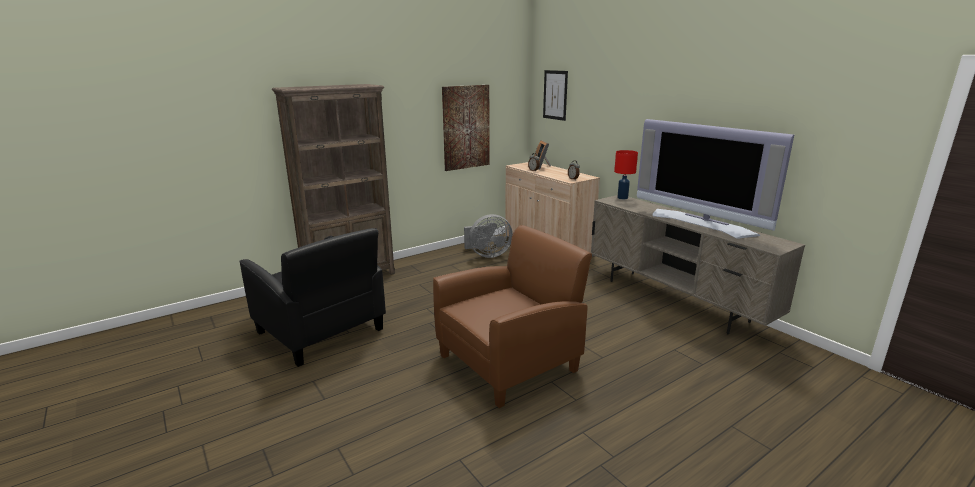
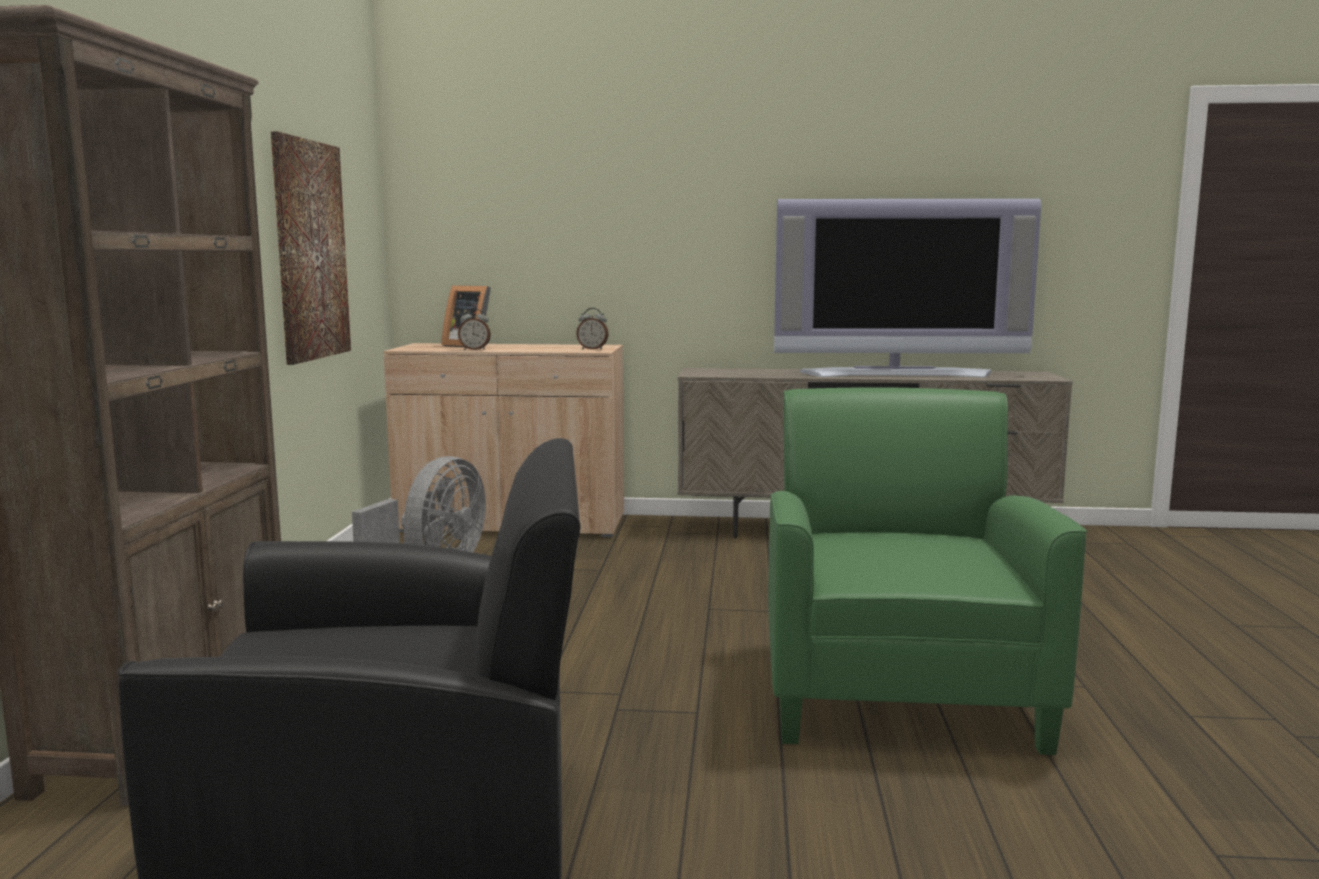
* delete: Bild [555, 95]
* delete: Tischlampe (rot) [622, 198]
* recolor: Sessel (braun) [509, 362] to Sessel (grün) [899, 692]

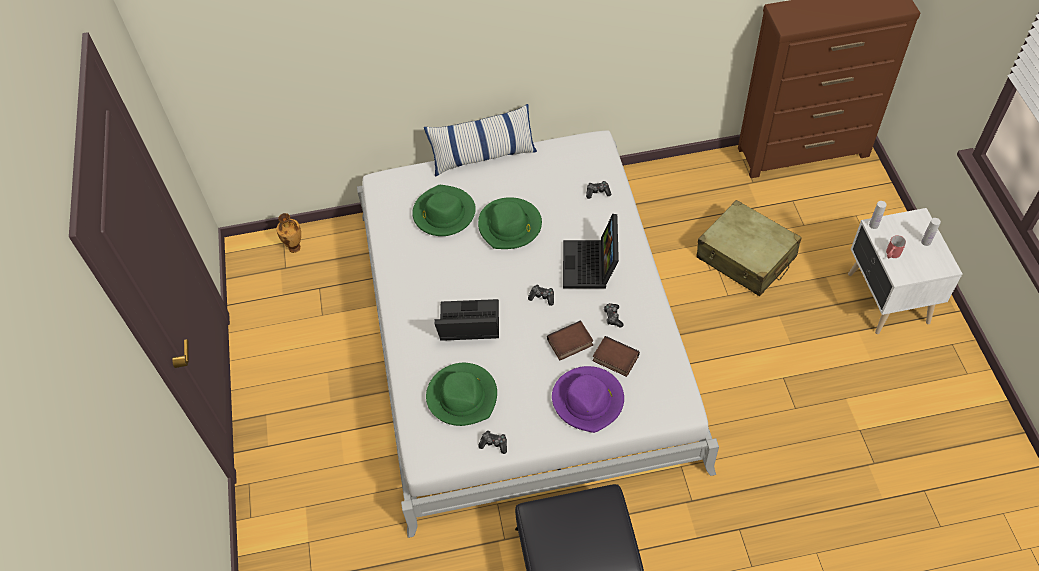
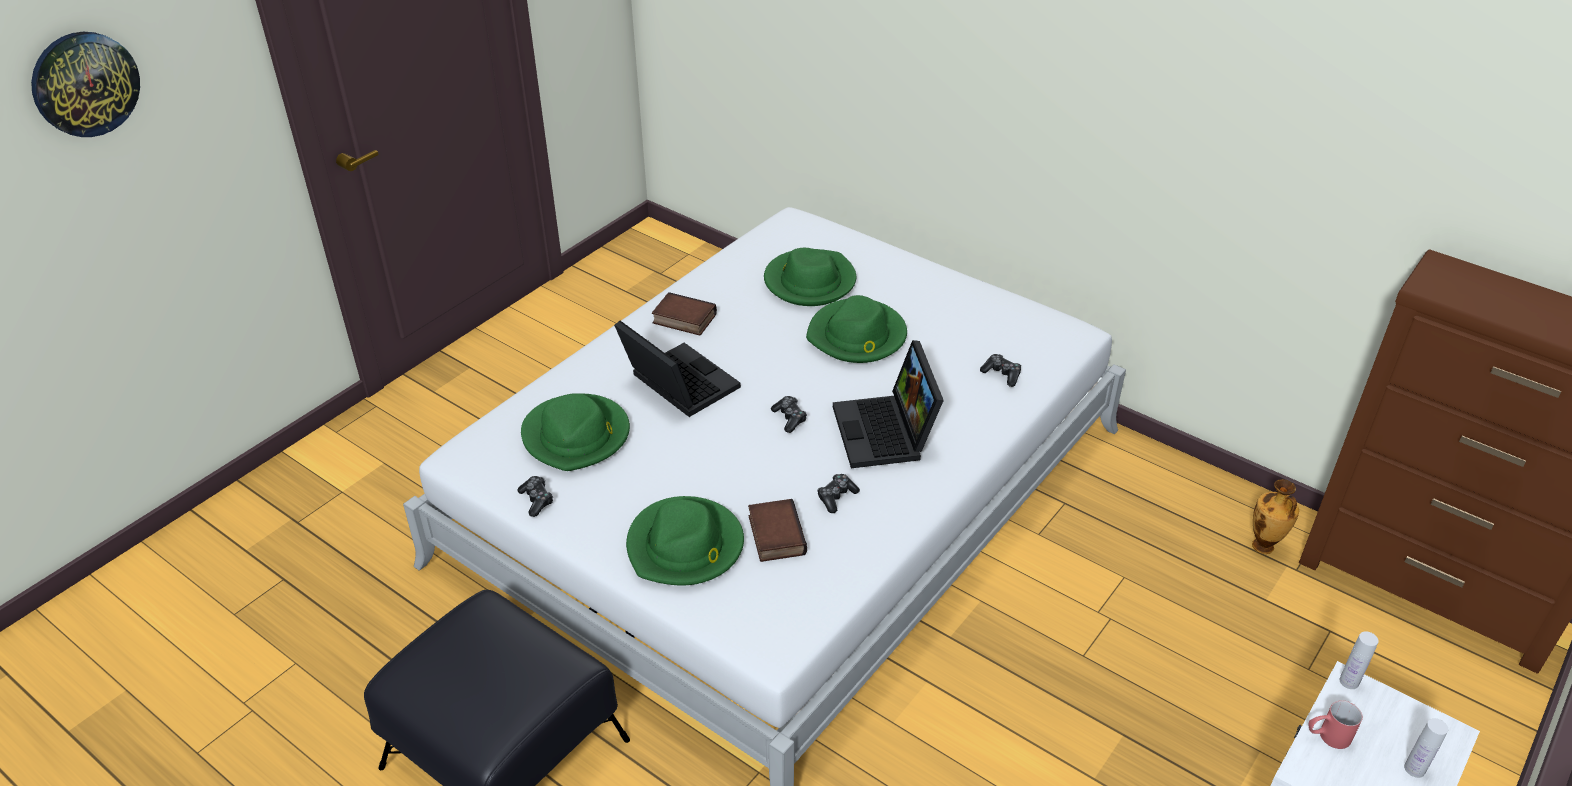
* delete: Kissen [483, 156]
* delete: Koffer (beige) [746, 257]
* move: Vase [295, 248] to [1263, 547]
* rotate: Laptop [591, 266] = [887, 433] 60 degrees counterclockwise
* move: Buch [570, 344] to [683, 319]
* recolor: Hut (lila) [588, 400] to Hut (grün) [685, 546]
* insert: Wanduhr [85, 84]

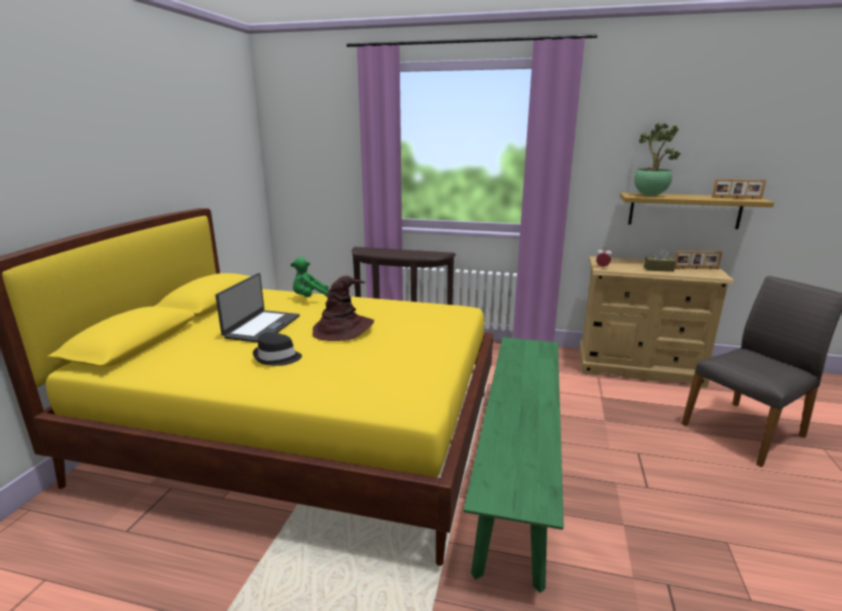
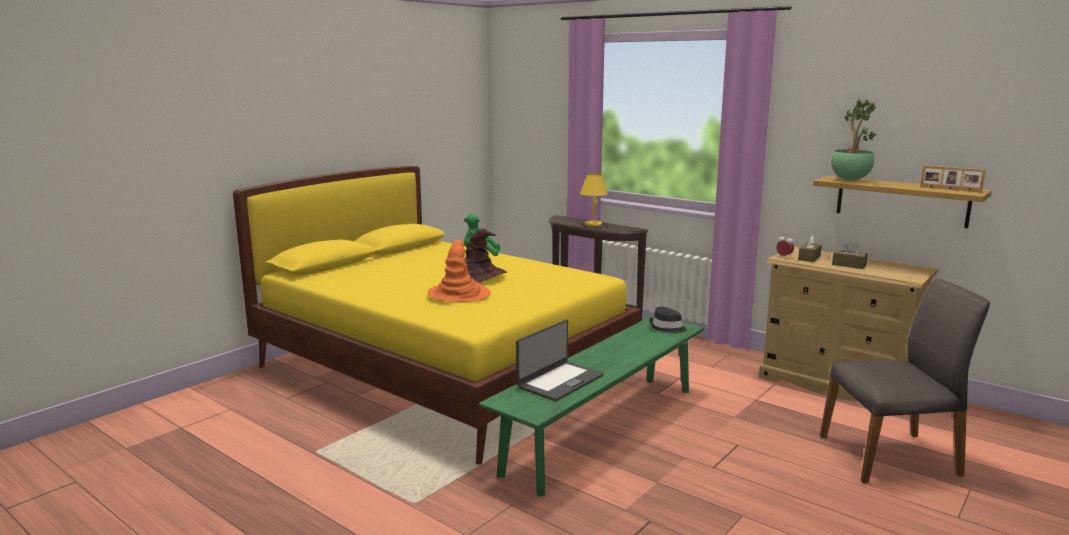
* delete: Bilderrahmen [696, 268]
* move: Laptop [261, 326] to [559, 381]
* move: Hut (schwarz) [277, 358] to [667, 328]
* insert: Tischlampe (gelb) [592, 224]
* insert: Taschentuchbox (braun) [809, 258]
* insert: Hut (orange) [459, 294]

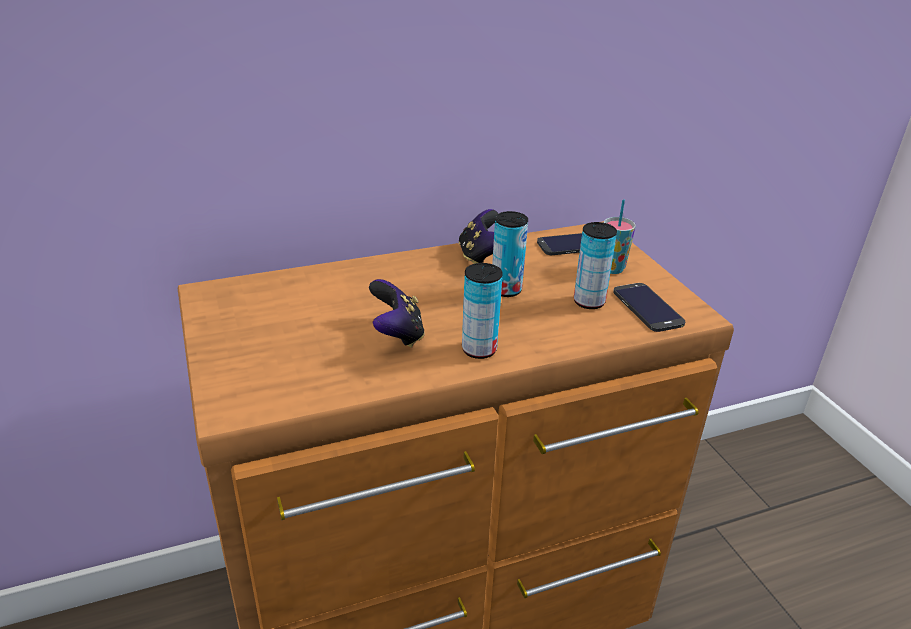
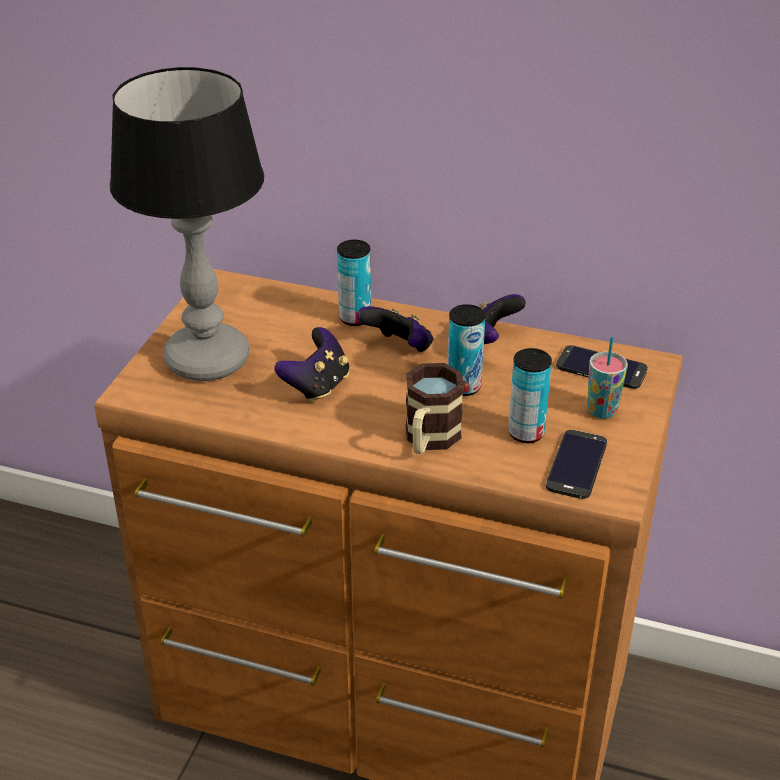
* move: Dose [479, 350] to [355, 318]
* insert: Tischlampe [205, 359]
* insert: Gamepad [399, 349]
* insert: Henkelbecher [429, 440]

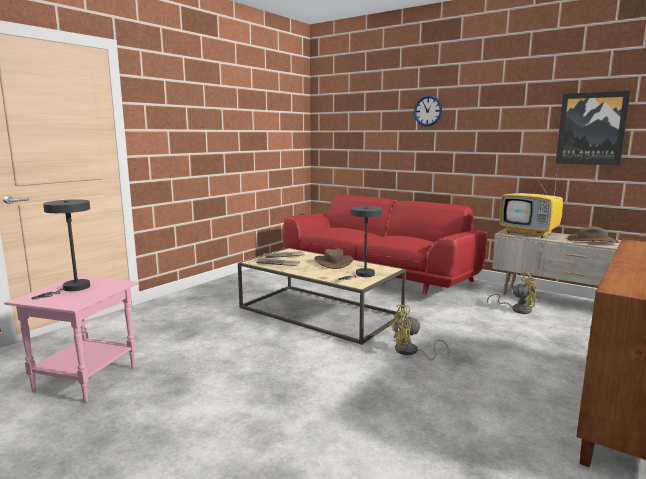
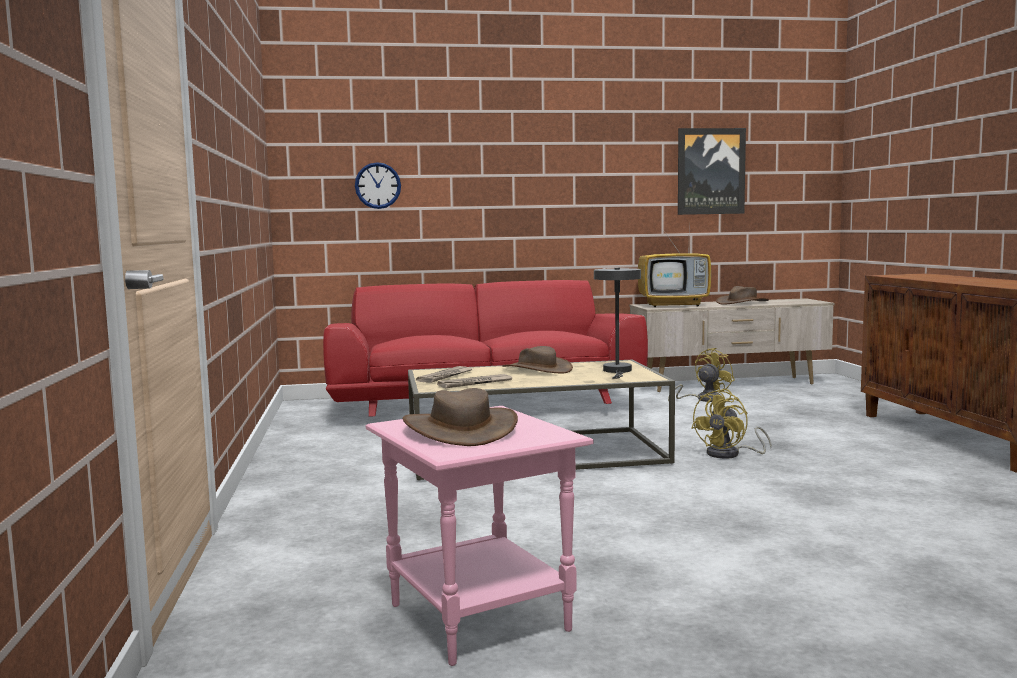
* move: Wanduhr [428, 111] to [378, 185]
* replace: Tischlampe (grau) [72, 288] to Hut (braun) [460, 429]

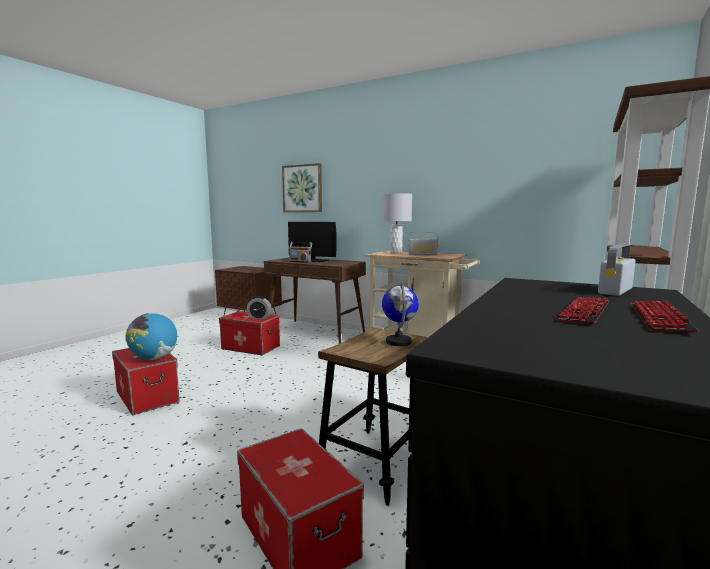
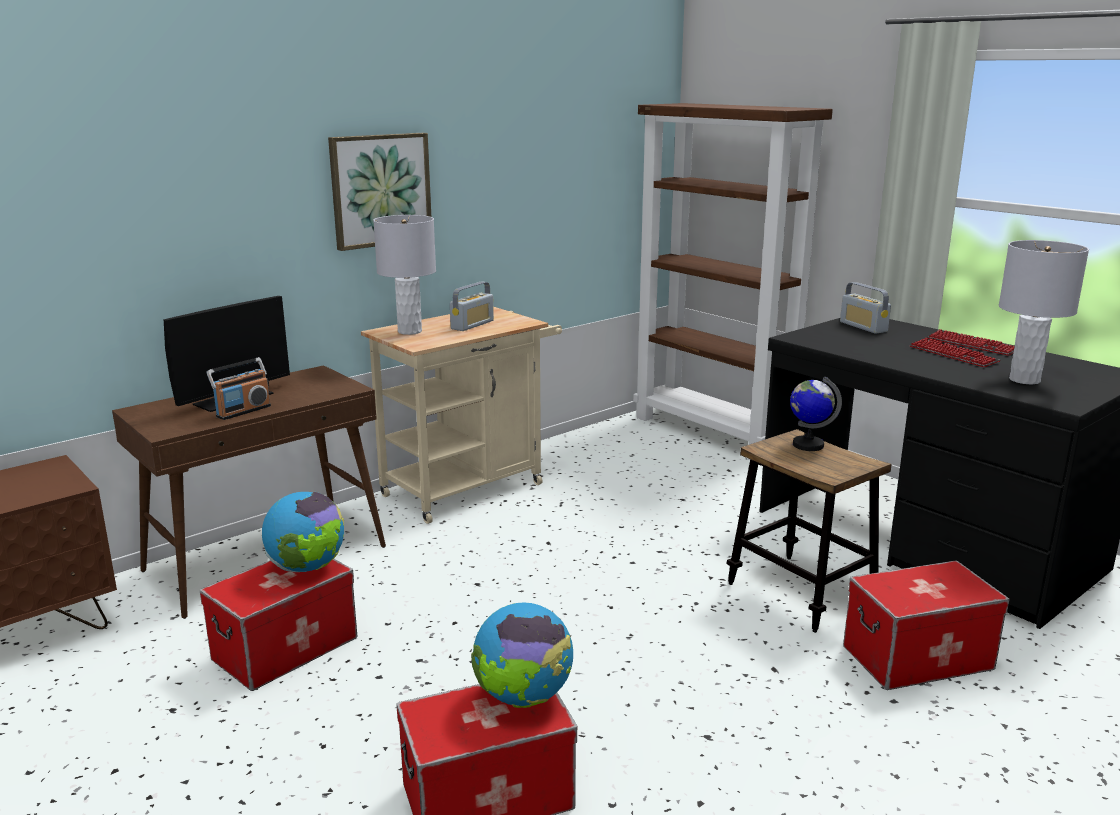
* move: Bild [302, 188] to [380, 190]
* replace: Wecker [259, 318] to Globus [307, 567]
* insert: Tischlampe (grau) [1025, 380]

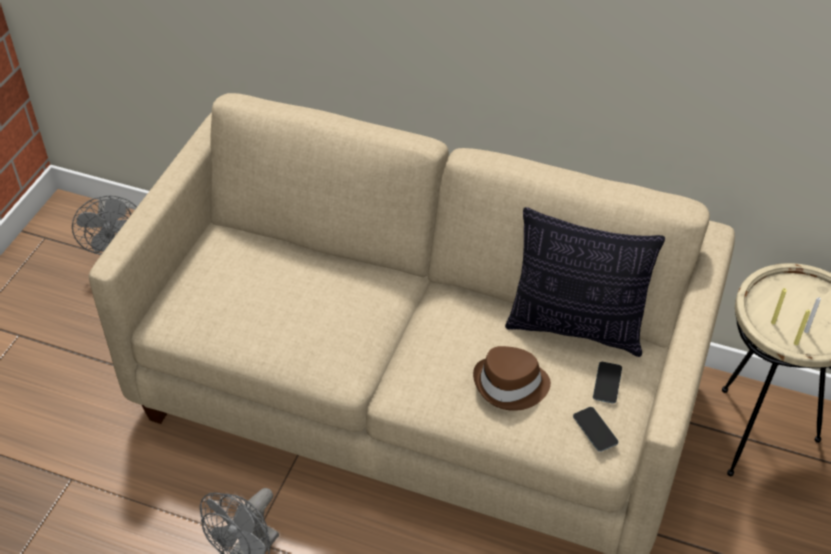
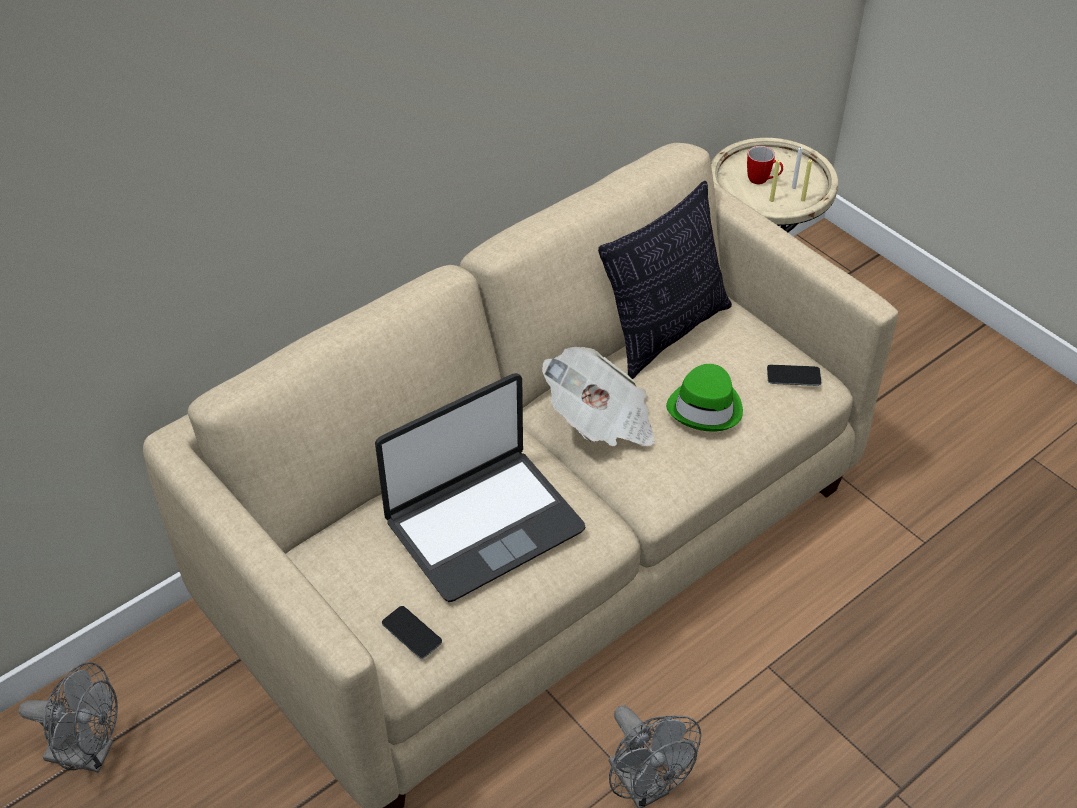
* recolor: Hut (braun) [511, 385] to Hut (grün) [706, 408]
* move: Handy [607, 383] to [411, 632]
* insert: Henkelbecher [762, 181]
* insert: Zeitung [600, 421]
* insert: Laptop [483, 524]

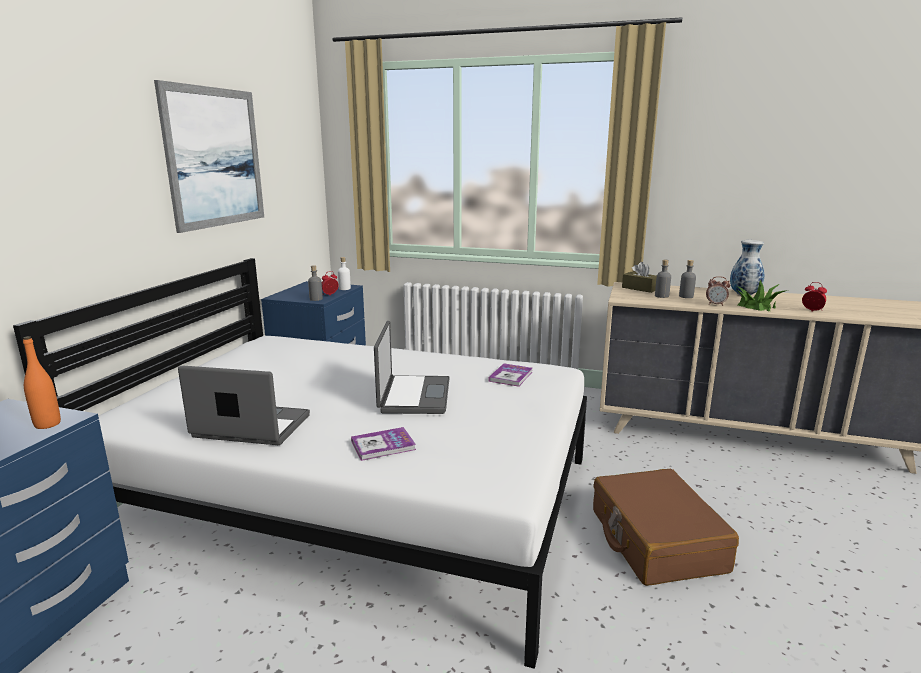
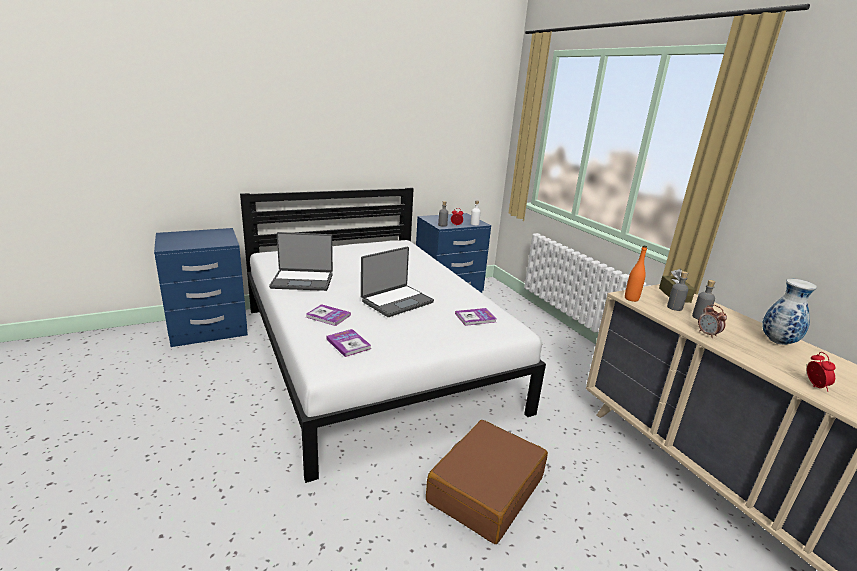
* delete: Bild [215, 157]
* delete: Topfpflanze [757, 306]
* move: Flasche (orange) [47, 424] to [631, 299]
* rotate: Laptop [250, 427] = [302, 281] 120 degrees clockwise
* insert: Buch [348, 344]

